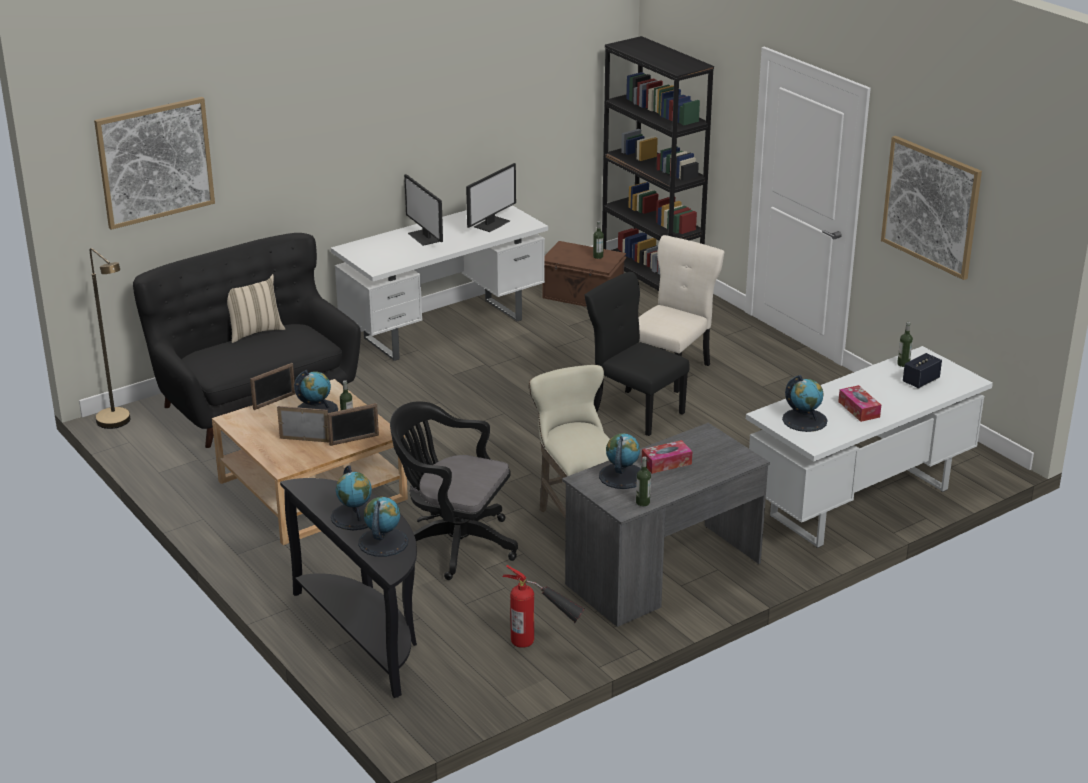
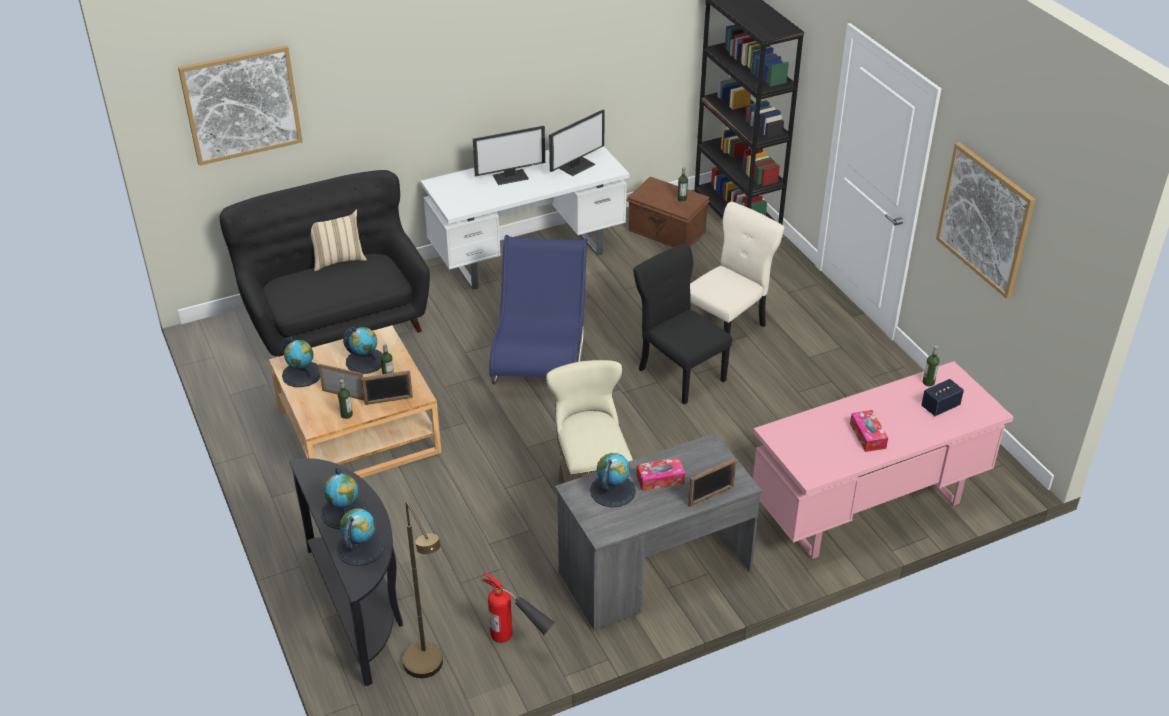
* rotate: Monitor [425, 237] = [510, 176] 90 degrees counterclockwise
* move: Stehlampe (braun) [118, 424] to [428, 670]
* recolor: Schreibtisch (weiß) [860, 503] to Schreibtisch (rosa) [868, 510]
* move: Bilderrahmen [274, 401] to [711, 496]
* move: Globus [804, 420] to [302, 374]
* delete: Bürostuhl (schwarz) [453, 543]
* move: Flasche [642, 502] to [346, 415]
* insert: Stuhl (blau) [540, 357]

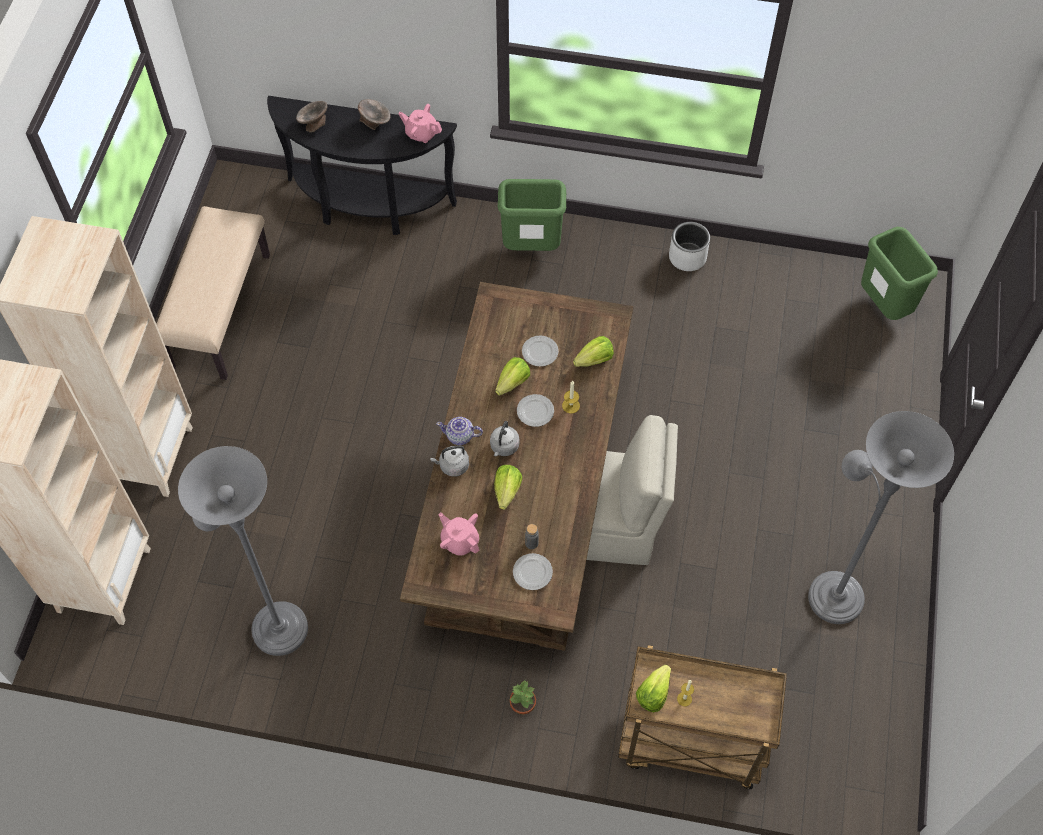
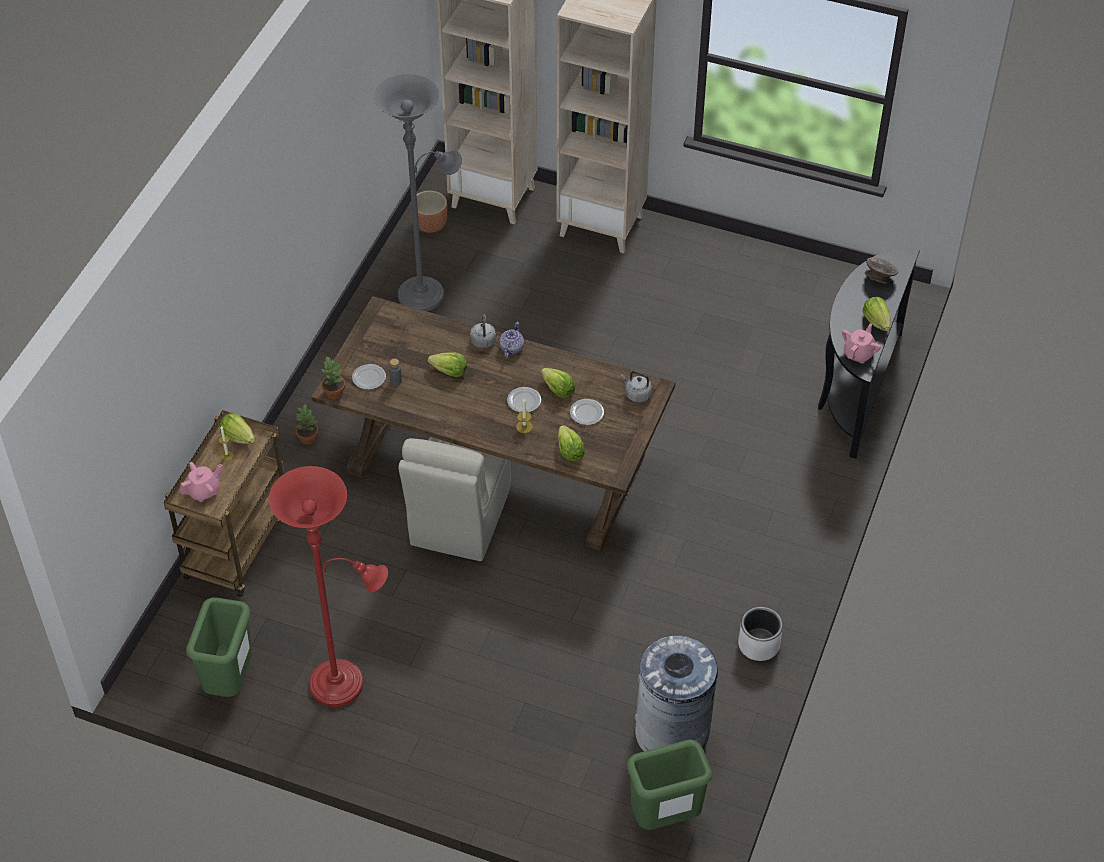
* replace: Schüssel (grau) [375, 122] to Salatkopf [876, 321]
* move: Mülleimer (grün) [532, 247] to [230, 681]
* delete: Bank (beige) [219, 311]
* recolor: Stehlampe (grau) [833, 591] to Stehlampe (rot) [344, 684]
* move: Wasserkessel (grau) [504, 447] to [636, 394]
* move: Teekanne (rosa) [460, 541] to [204, 491]
* insert: Pflanzkübel (braun) [430, 224]
* insert: Topfpflanze [333, 392]
* insert: Mülleimer (grau) [672, 732]

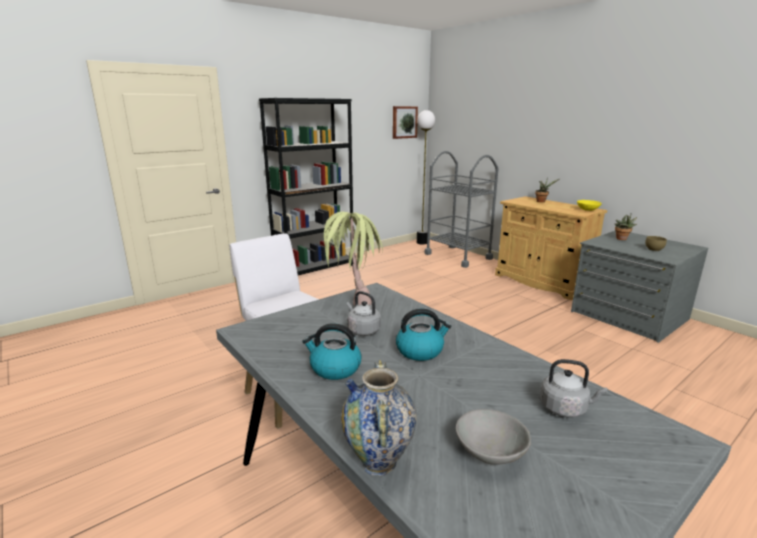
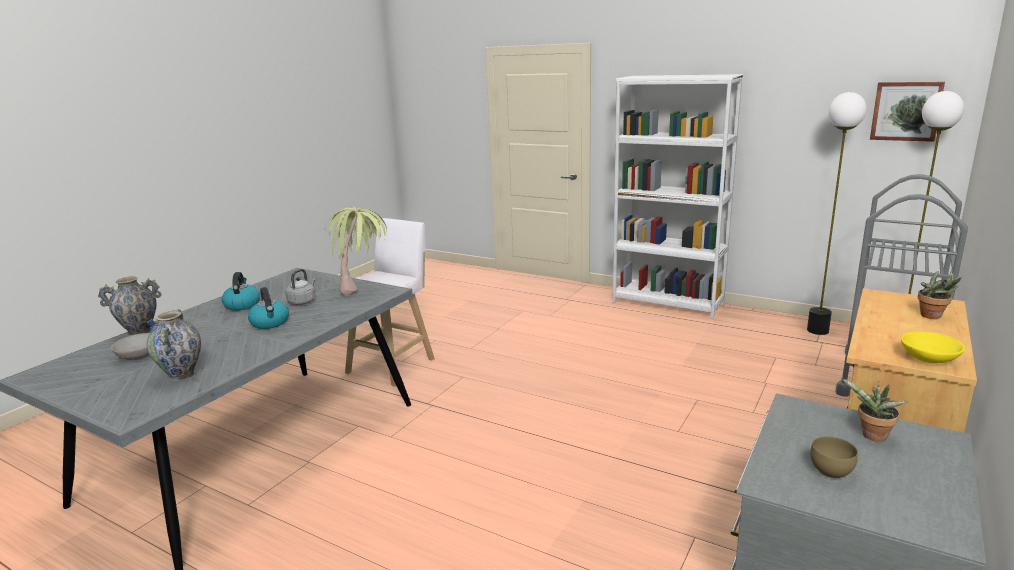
* recolor: Bücherregal (schwarz) [315, 269] to Bücherregal (weiß) [667, 303]
* replace: Wasserkessel (grau) [565, 408] to Vase [181, 375]
* insert: Stehlampe [818, 330]

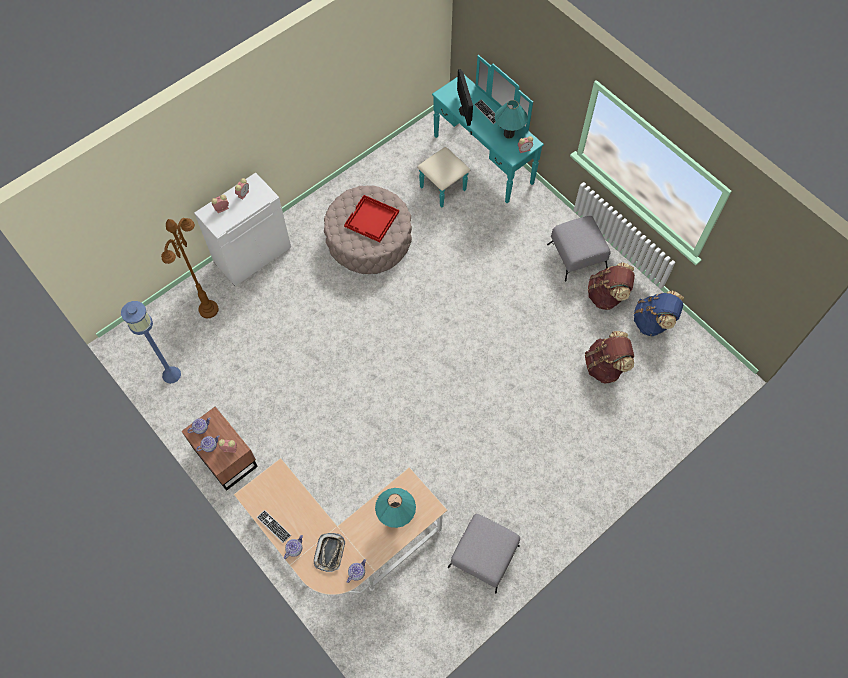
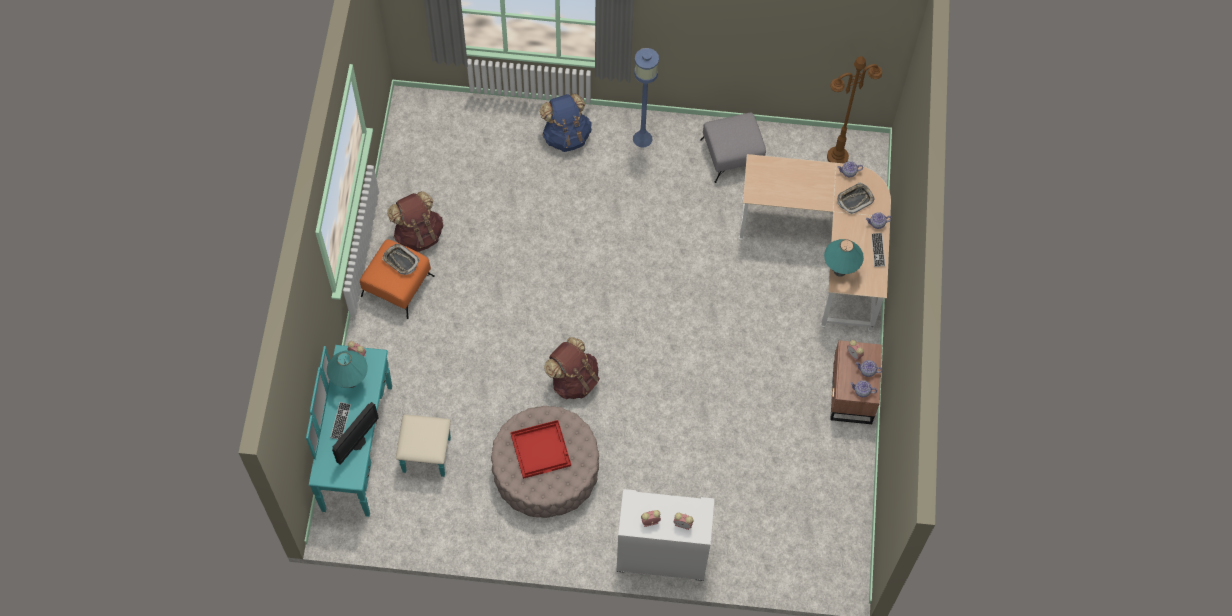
* recolor: Polsterhocker (grau) [577, 256] to Polsterhocker (orange) [398, 286]
* move: Stehlampe (braun) [208, 309] to [837, 157]
* move: Rucksack (blau) [653, 322] to [566, 136]
* move: Stehlampe (blau) [171, 374] to [642, 139]
* move: Rucksack (braun) [605, 366] to [573, 380]
* move: Tischlampe (türkis) [396, 516] to [840, 270]
* insert: Tablett [400, 261]

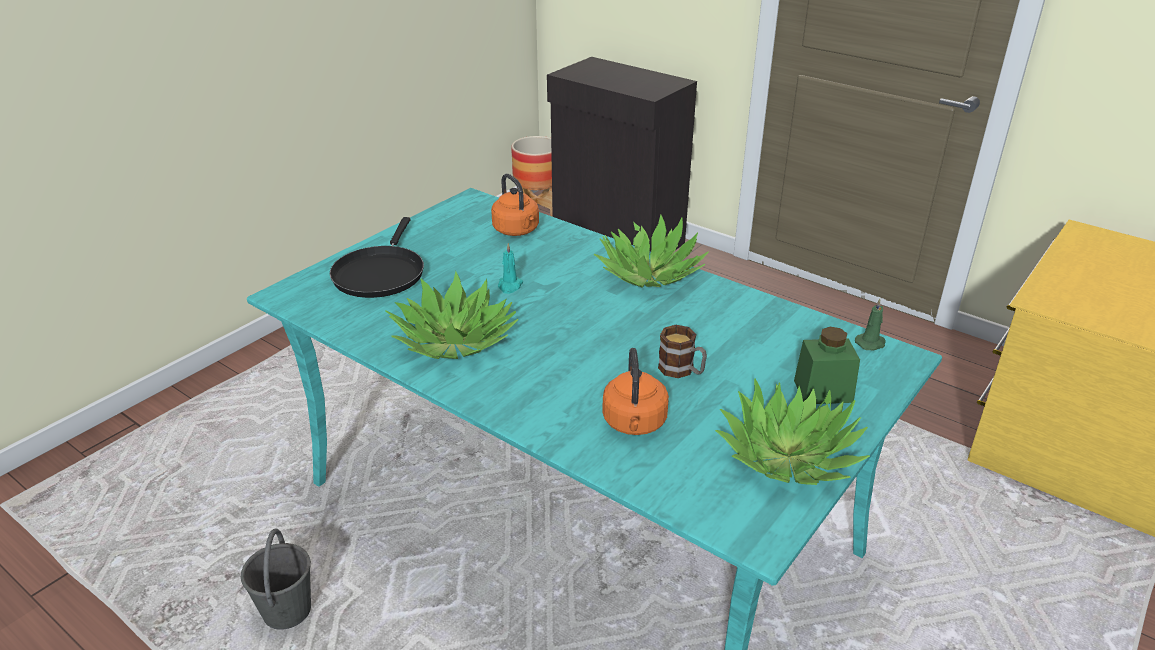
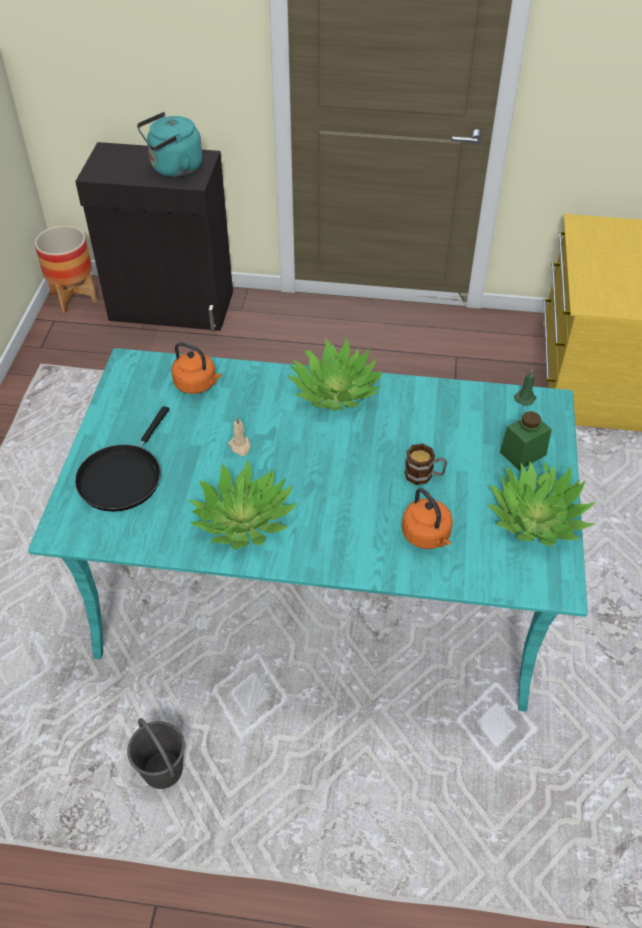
* rotate: Pfanne (schwarz) [380, 273] = [123, 476] 45 degrees clockwise
* recolor: Kerze (türkis) [509, 286] to Kerze (beige) [240, 446]
* insert: Wasserkessel (türkis) [173, 168]

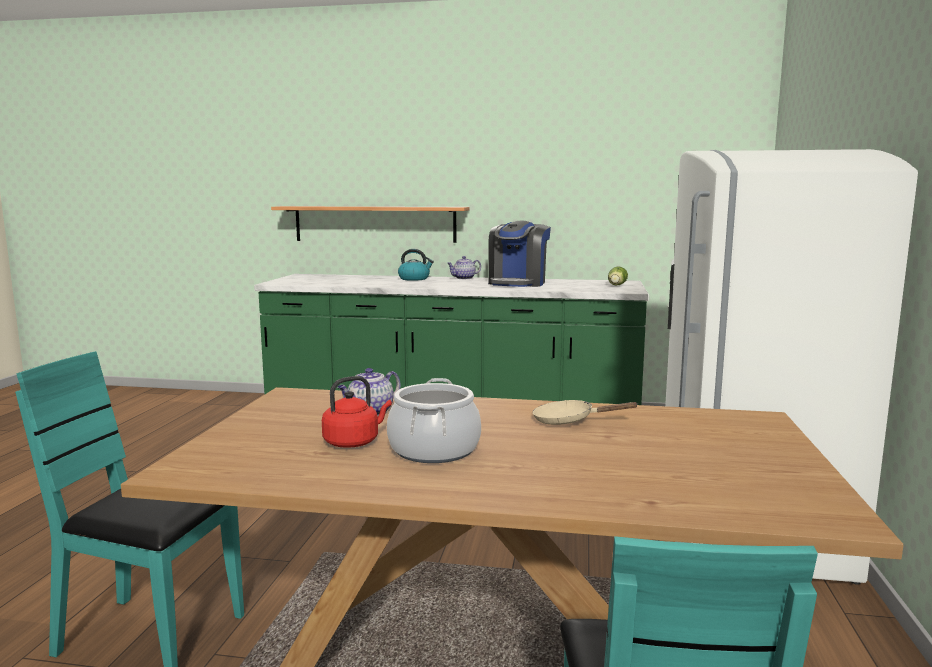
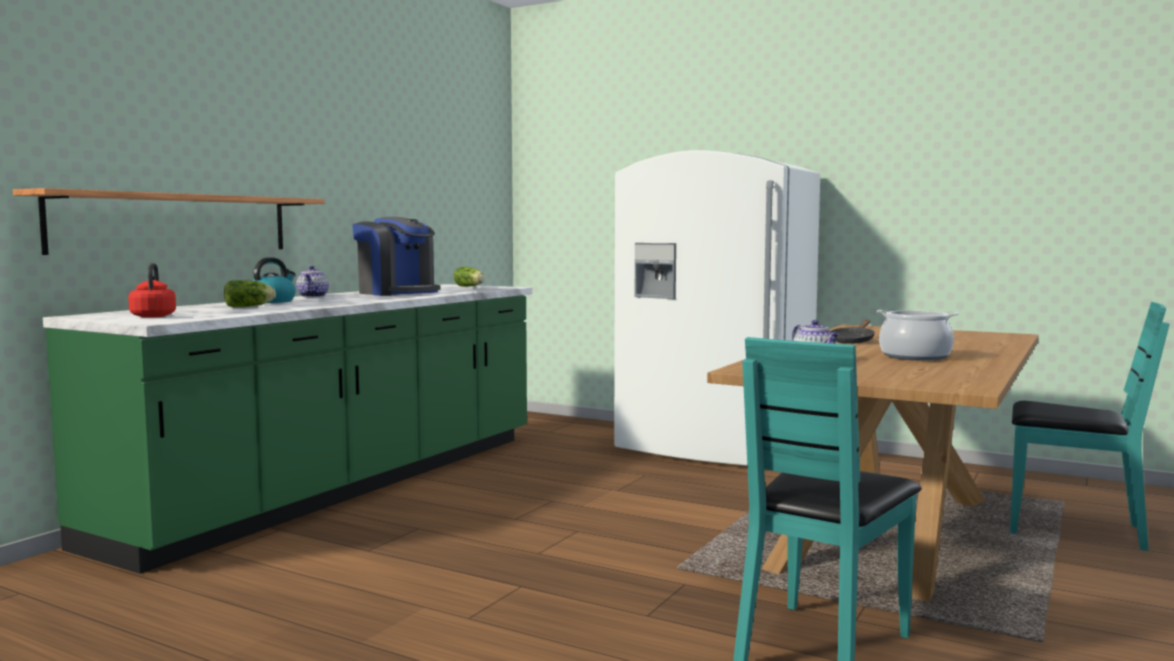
* move: Wasserkessel (rot) [354, 442] to [154, 316]
* recolor: Pfanne (beige) [569, 421] to Pfanne (schwarz) [852, 341]
* insert: Salatkopf [250, 306]

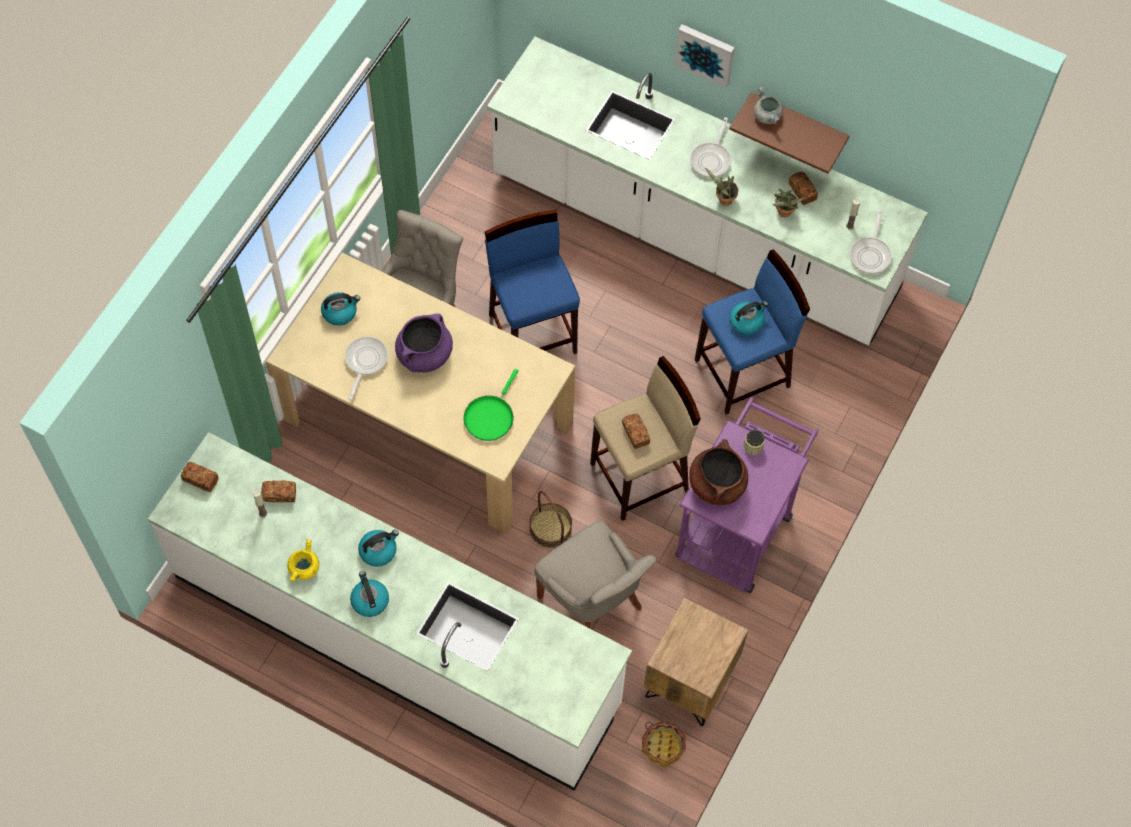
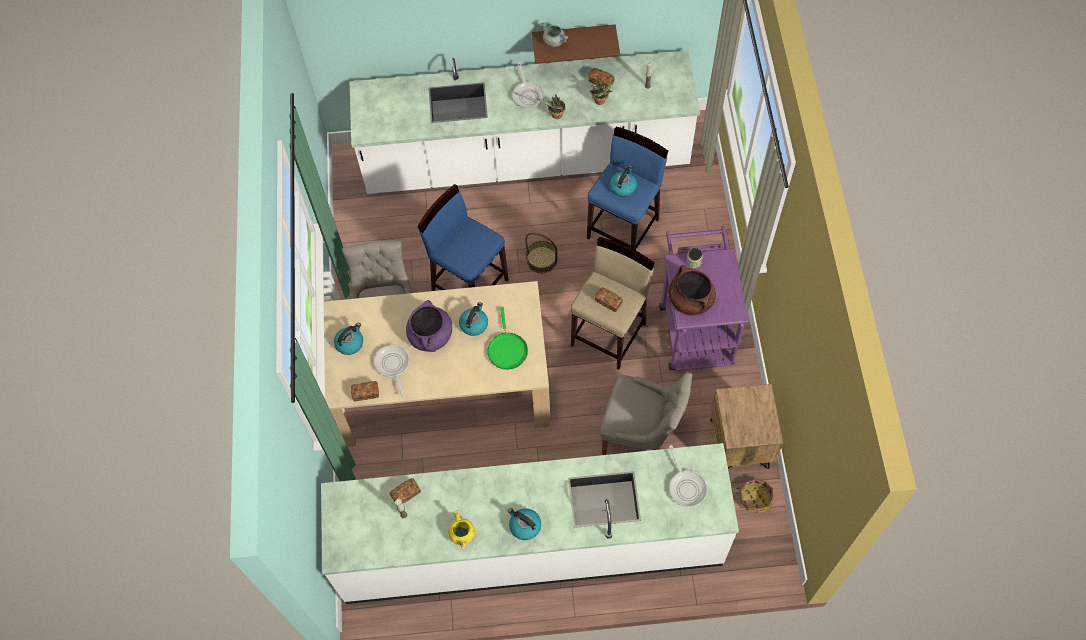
* delete: Bild [705, 53]
* move: Pfanne [871, 254] to [686, 486]
* move: Brot [200, 480] to [366, 393]
* move: Korb [550, 528] to [542, 259]
* move: Wasserkessel [378, 551] to [474, 324]

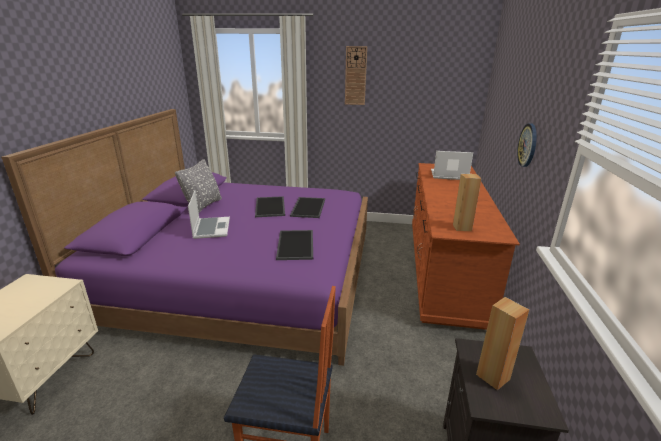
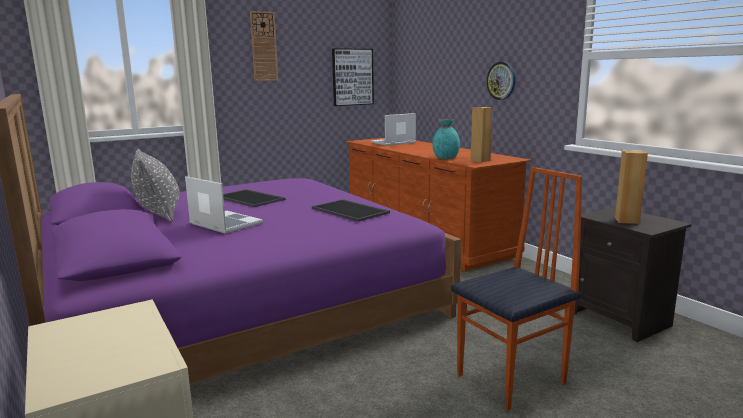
* delete: Tablett [307, 207]
* insert: Bild [352, 77]
* insert: Vase (türkis) [445, 158]

